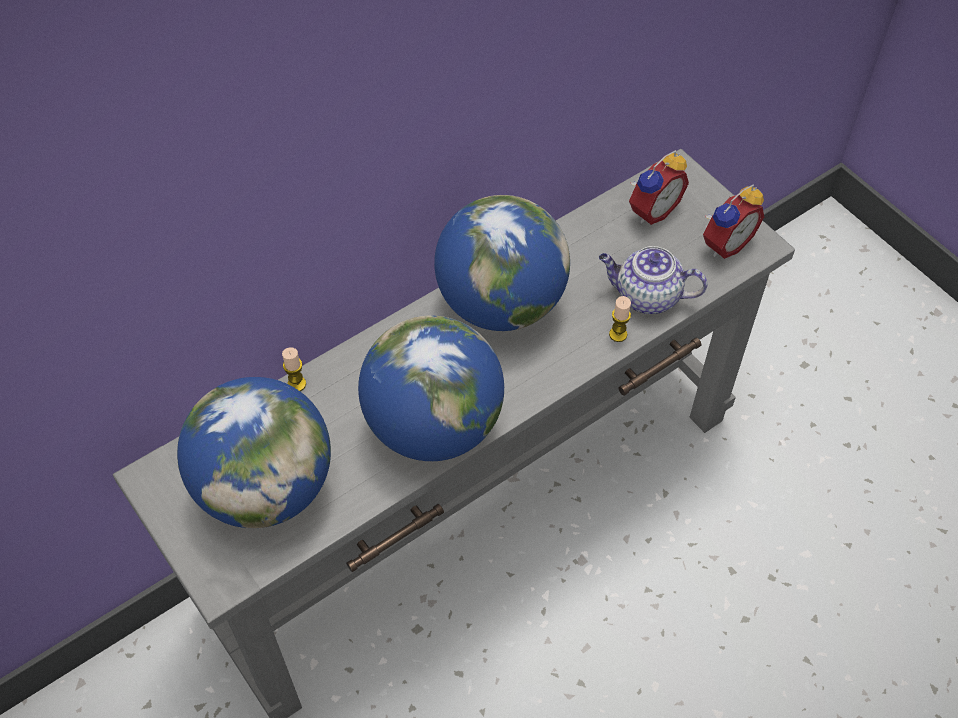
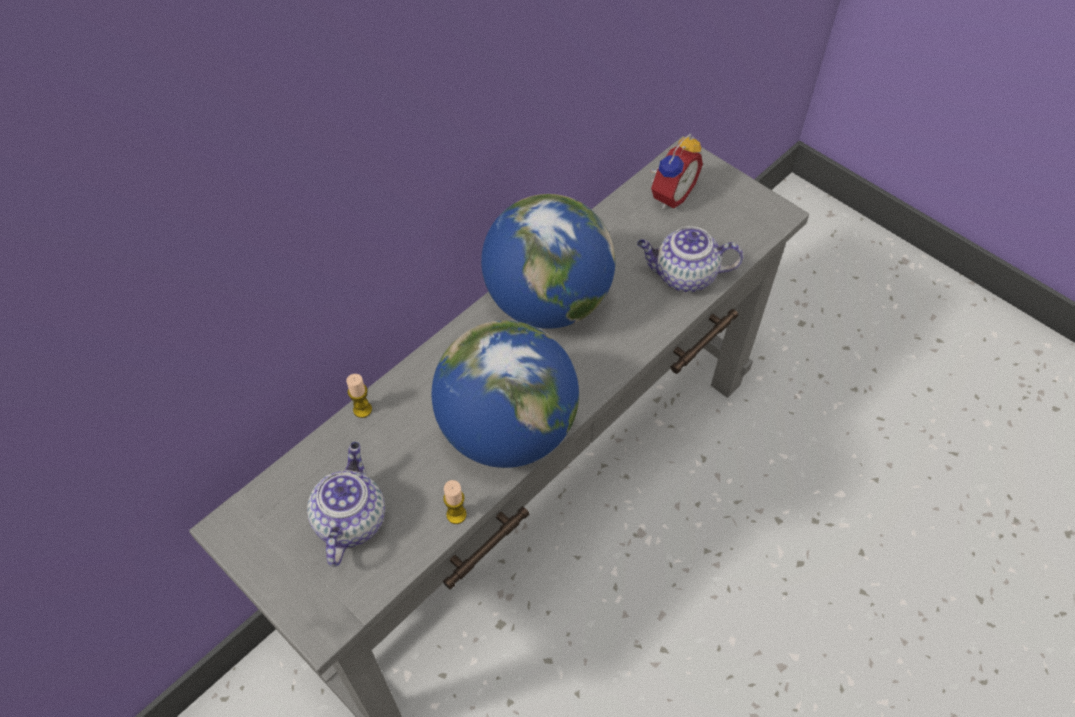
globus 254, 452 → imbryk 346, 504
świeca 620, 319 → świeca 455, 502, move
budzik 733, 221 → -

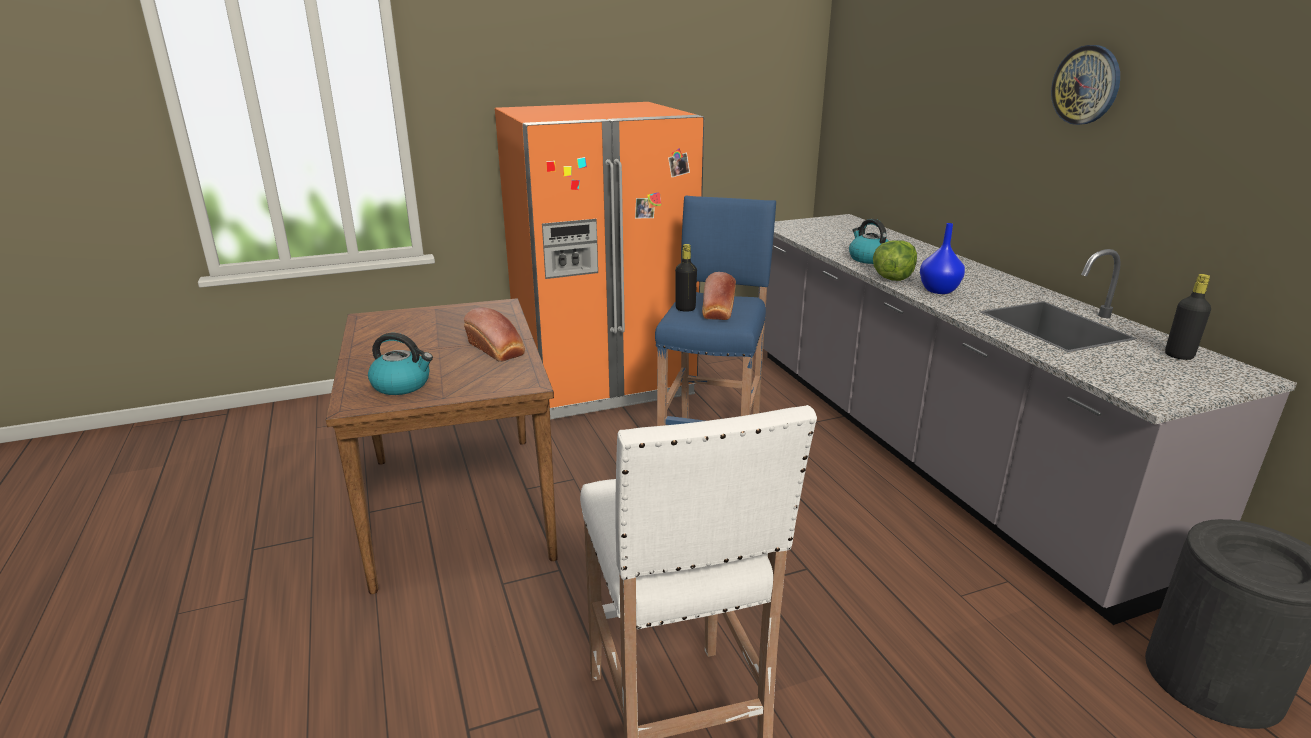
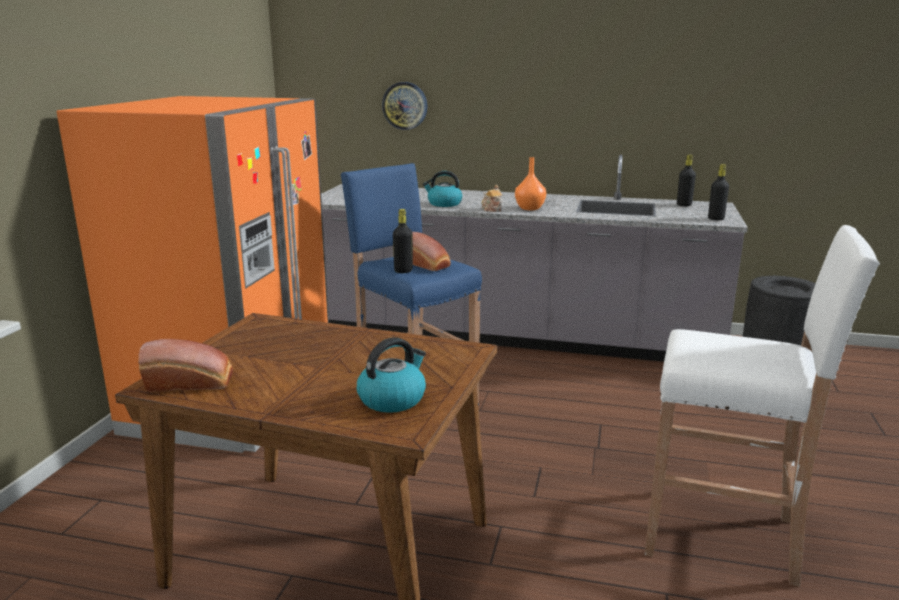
chleb 494, 334 → chleb 185, 365, move
sałata 895, 260 → imbryk 491, 198
wazon (niebieski) 942, 258 → wazon (pomarańczowy) 530, 183
zegar ścienny 1085, 85 → zegar ścienny 404, 106, move
- → butelka (czarny) 718, 192

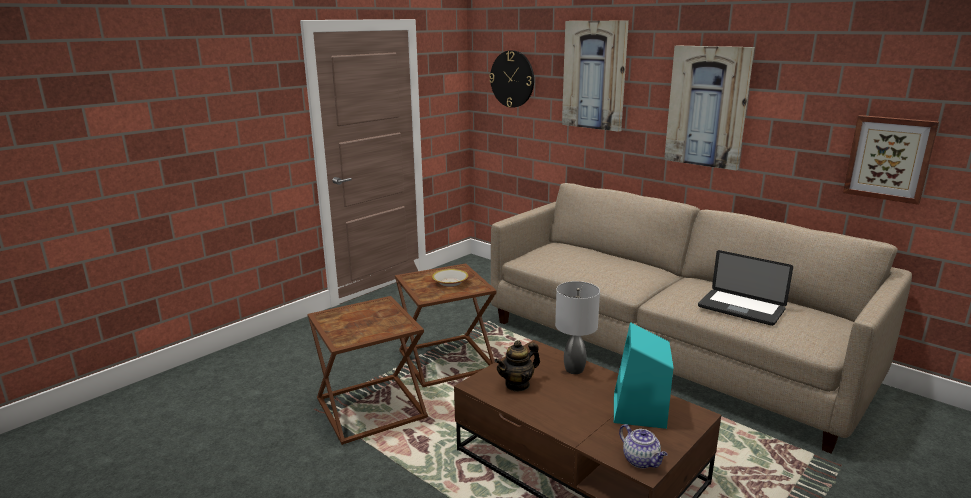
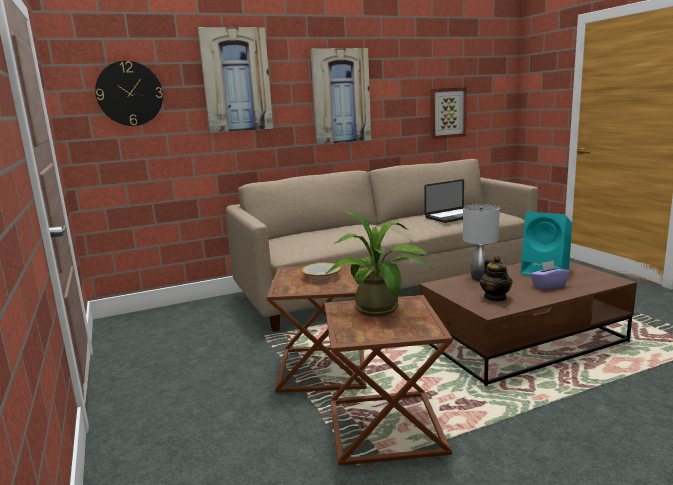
imbryk 643, 446 → -
- → roślina doniczkowa 378, 263
- → pudełko chusteczek (fioletowy) 549, 275

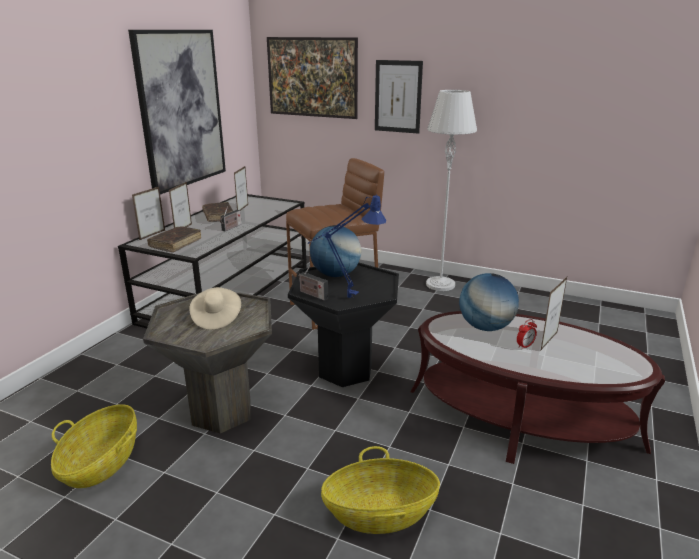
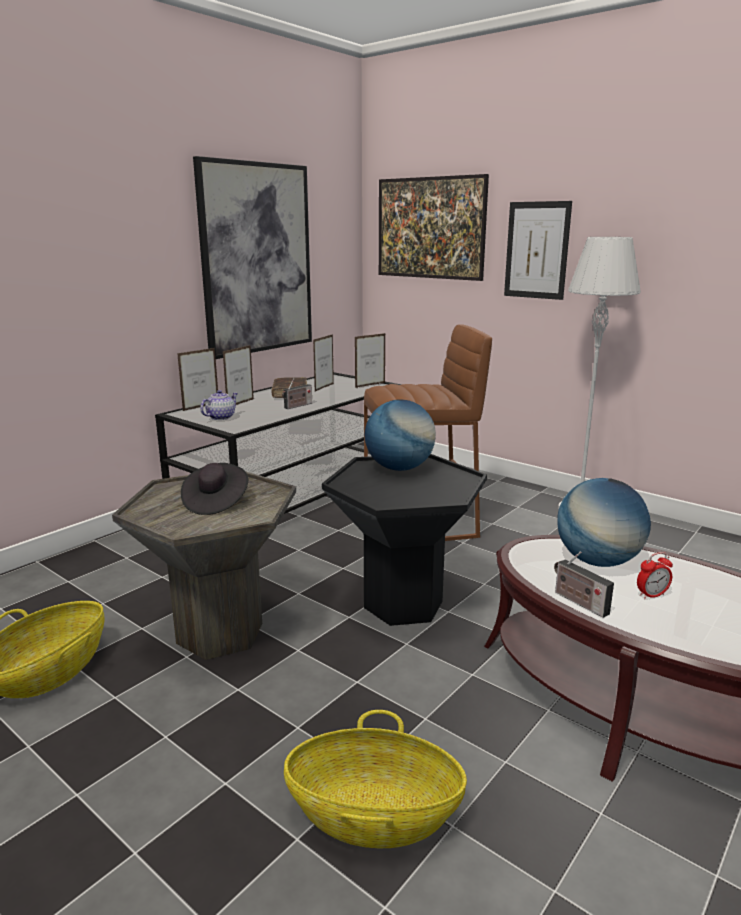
książka (brązowy) 174, 239 → imbryk 219, 405
kapelusz (beżowy) 215, 308 → kapelusz (czarny) 214, 489
radio 313, 283 → radio 584, 584, move
lampa stołowa (niebieski) 347, 246 → -
ramka na zdjęcie 554, 313 → ramka na zdjęcie 370, 360, move

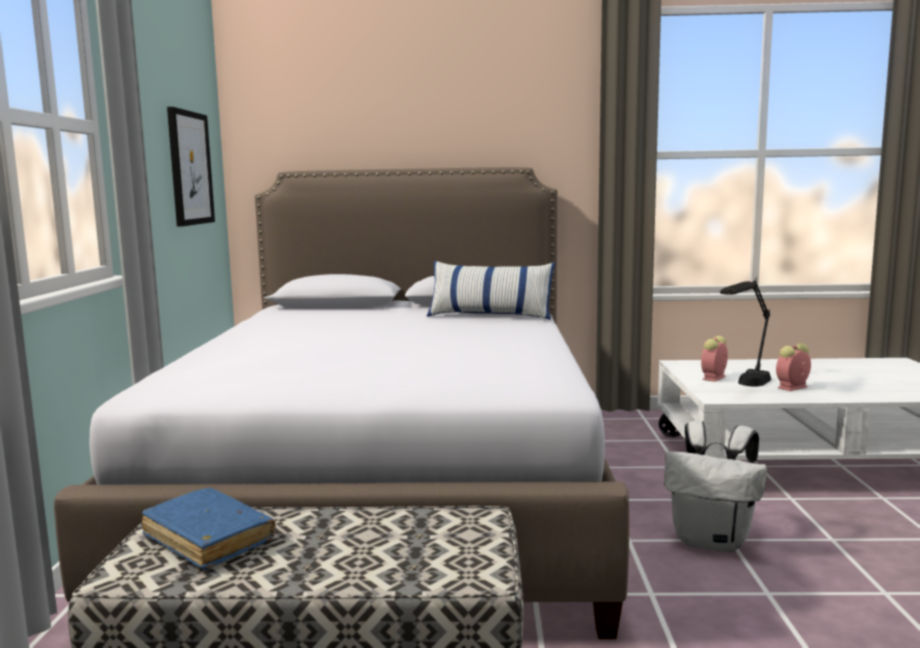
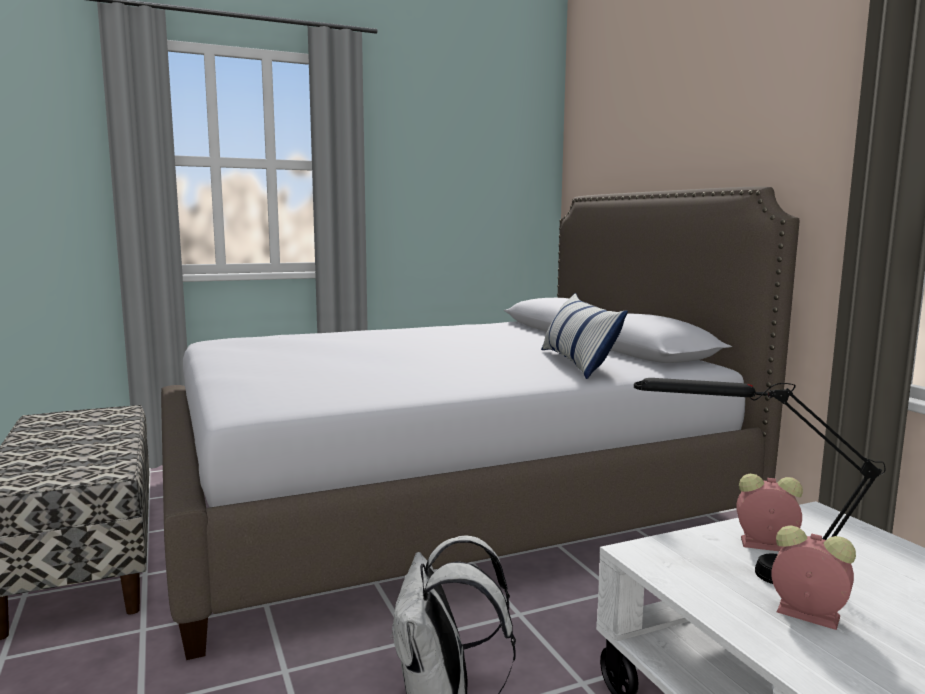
książka (niebieski) 209, 528 → -
obraz 191, 167 → -

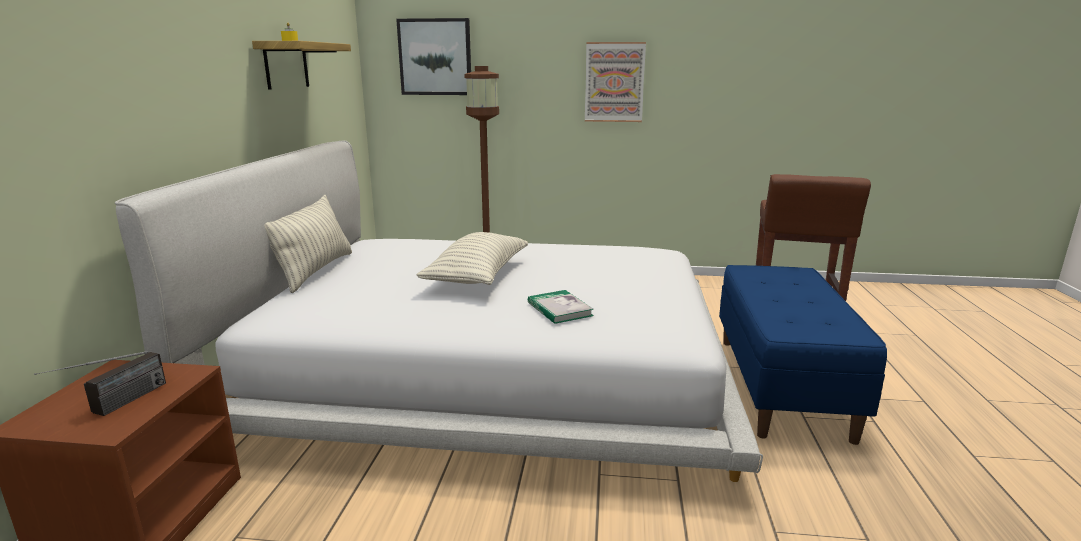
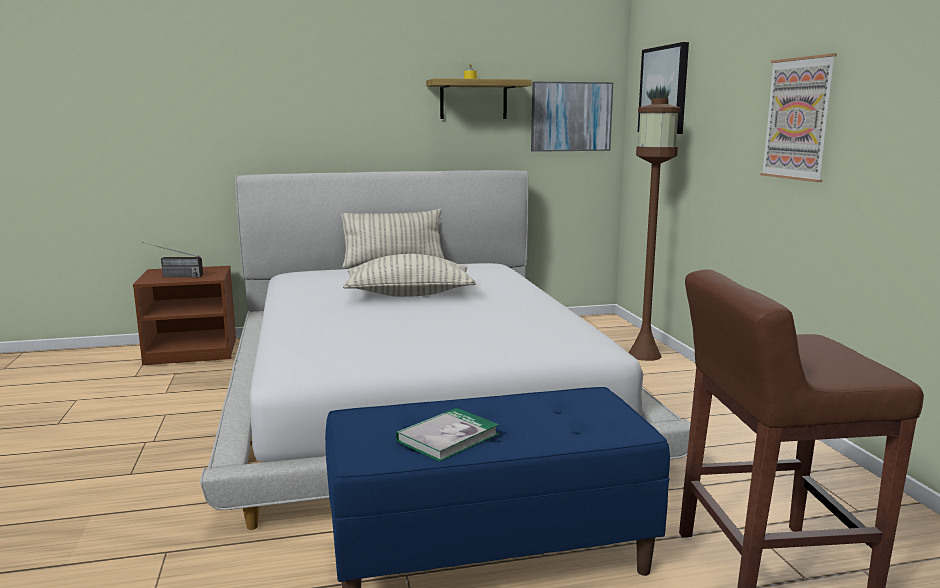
książka 561, 307 → książka 447, 435, move
- → obraz 572, 117

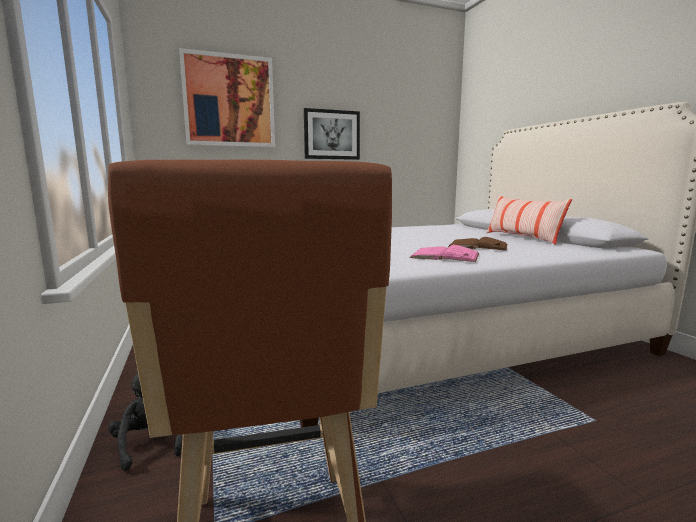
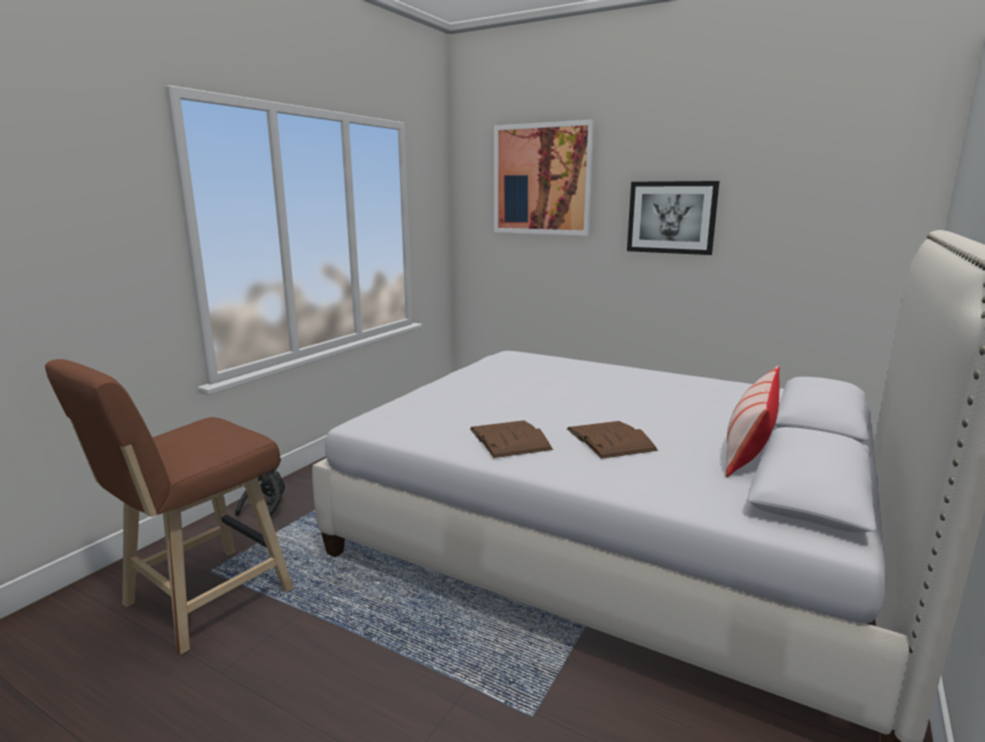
książka (różowy) 444, 253 → książka (brązowy) 511, 439

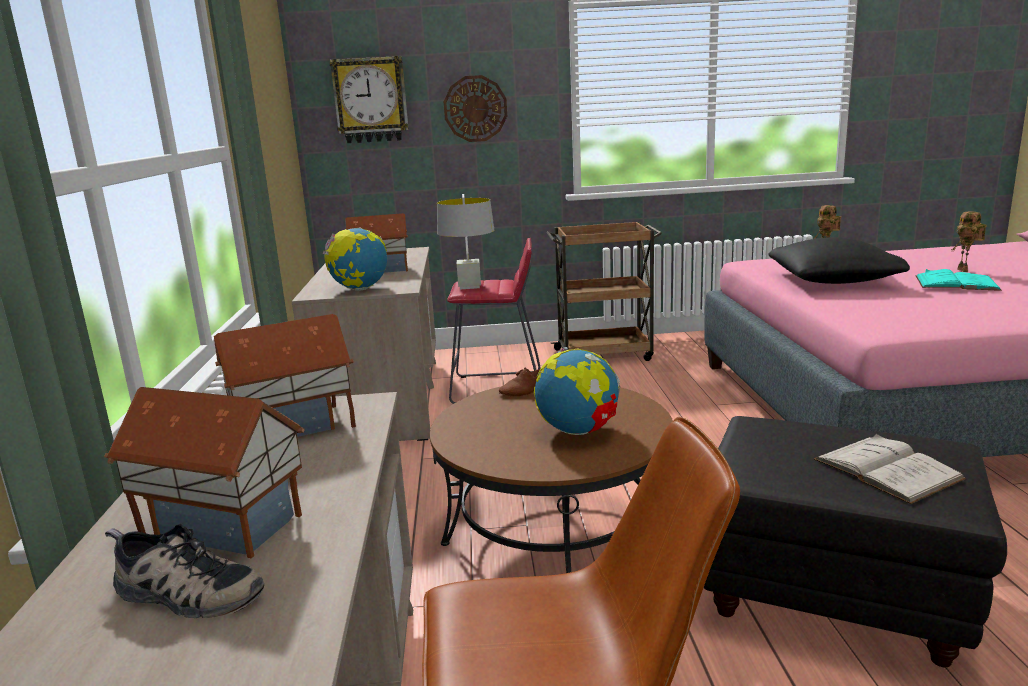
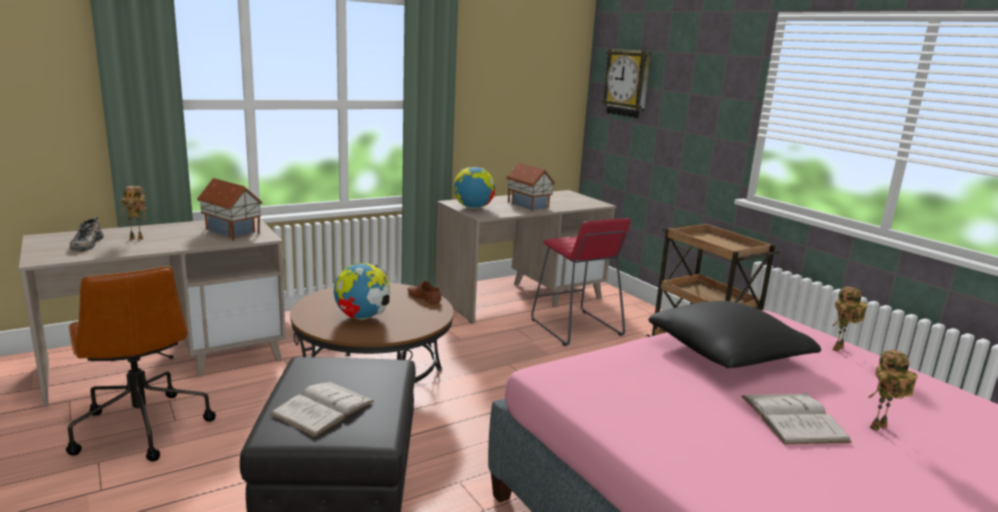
domek 204, 473 → robot zabawkowy 133, 213
lampa stołowa (szary) 465, 242 → -
zegar ścienny 475, 108 → -
książka (turkusowy) 959, 280 → książka (biały) 796, 418

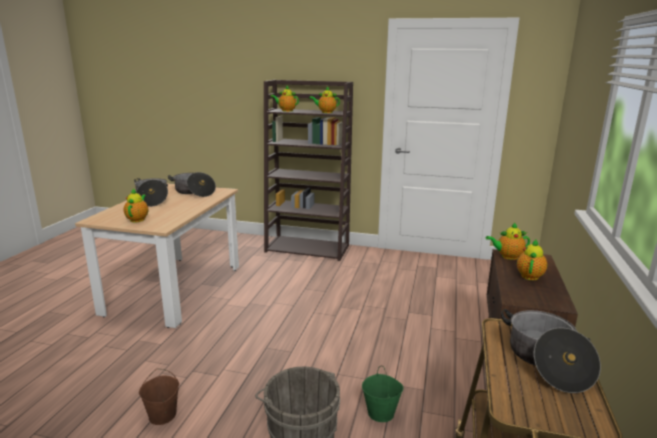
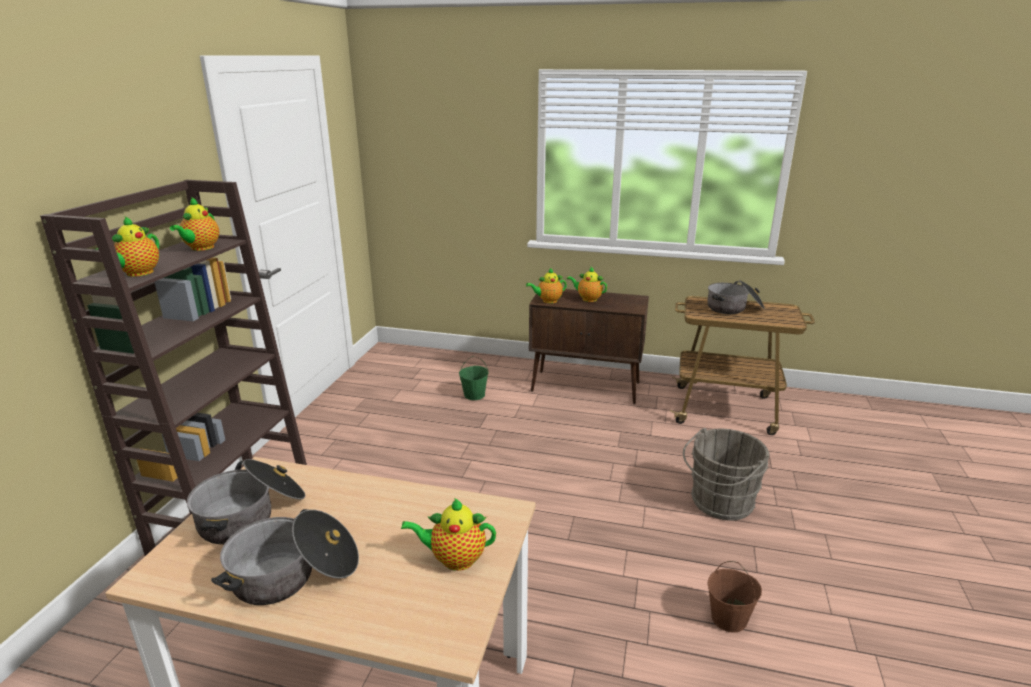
wiadro (zielony) 382, 394 → wiadro (zielony) 474, 378, move
imbryk 508, 241 → imbryk 546, 285, 75 degrees clockwise

